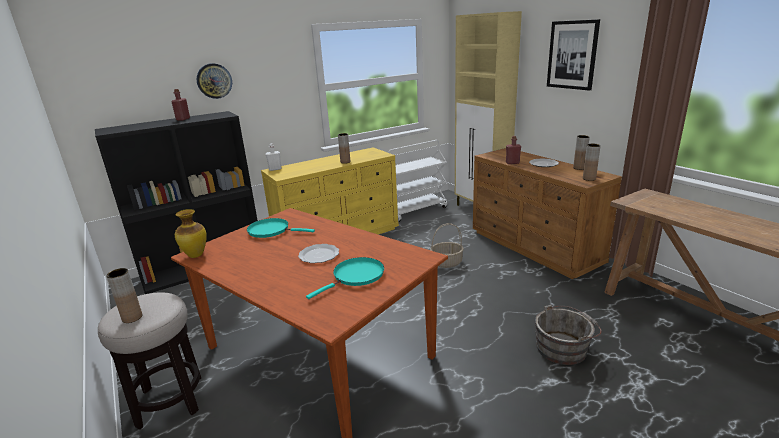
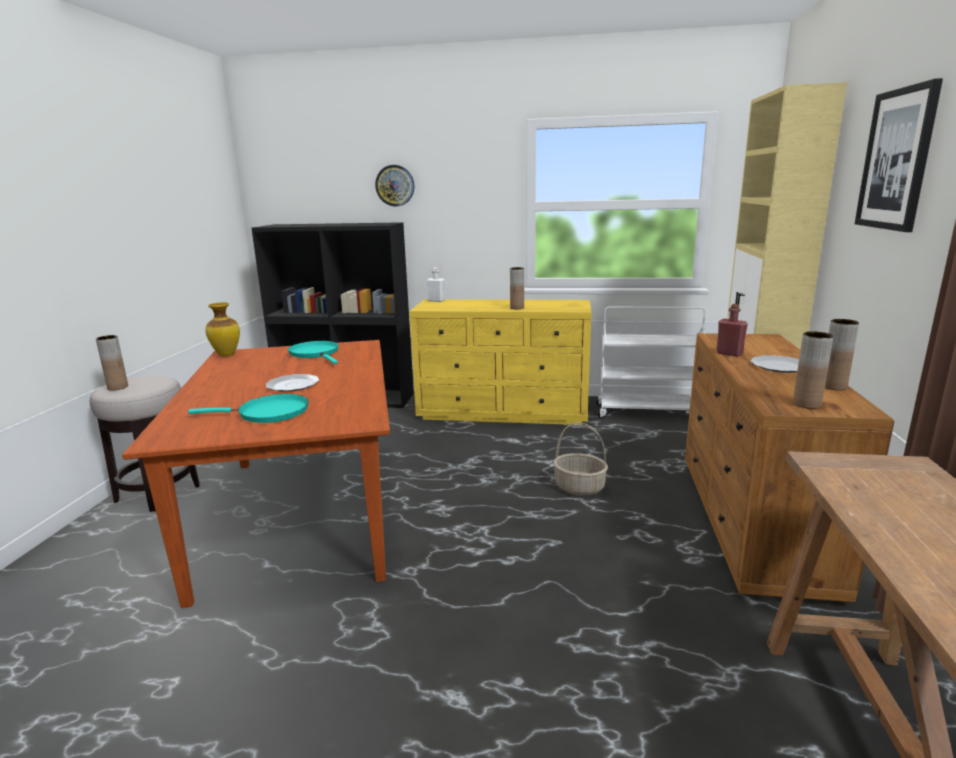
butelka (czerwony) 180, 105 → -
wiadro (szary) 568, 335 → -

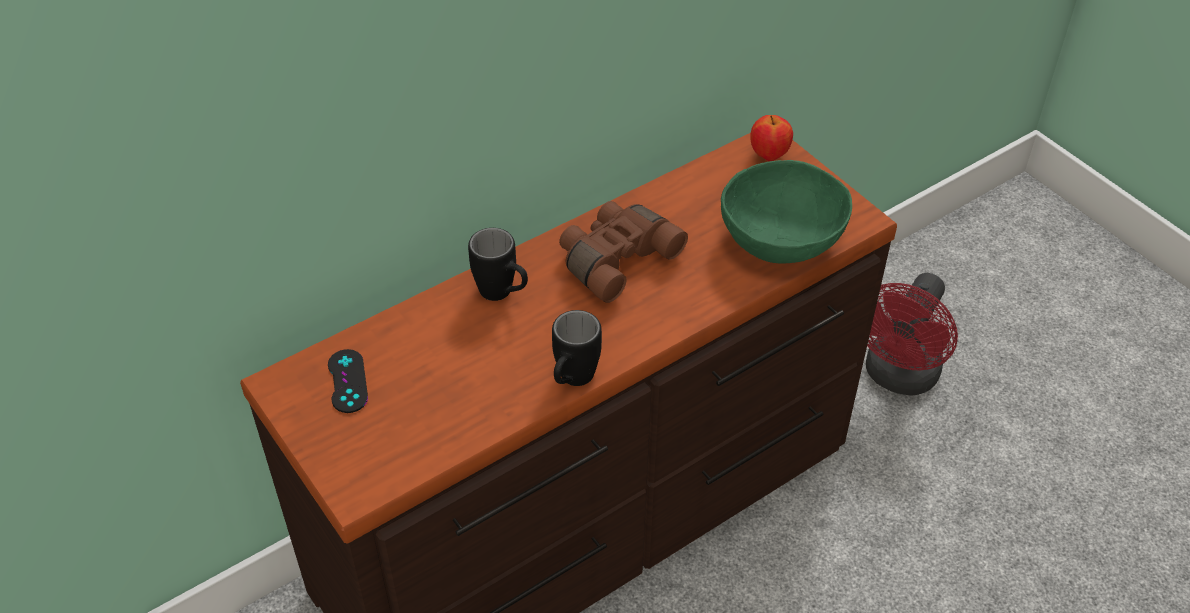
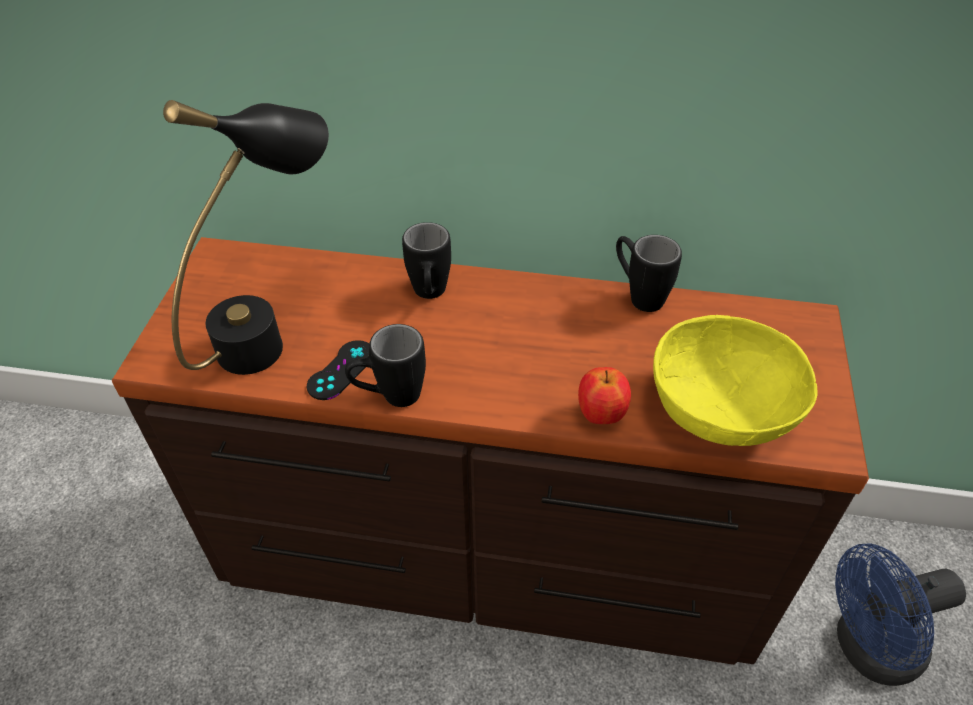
pad do gier (czarny) 348, 381 → pad do gier (czarny) 338, 370, move
lornetka (brązowy) 623, 252 → -
miska (zielony) 786, 212 → miska (żółty) 735, 380
jabłko 771, 138 → jabłko 604, 395, move
wentylator (czerwony) 912, 334 → wentylator (niebieski) 900, 615
- → lampa stołowa (czarny) 246, 237
- → kubek (czarny) 649, 273

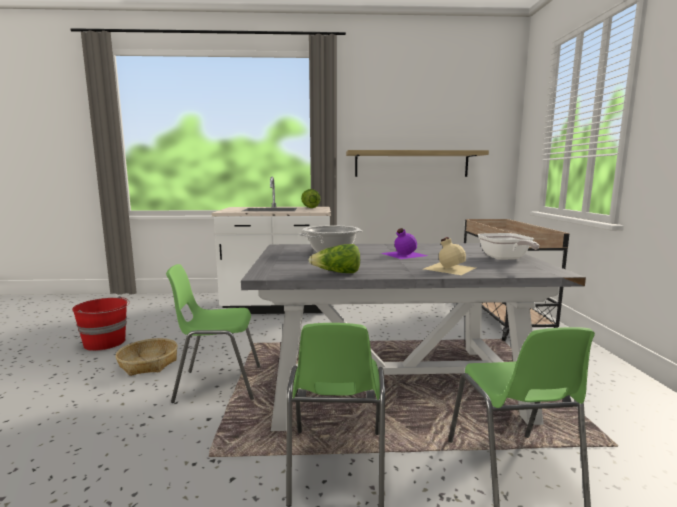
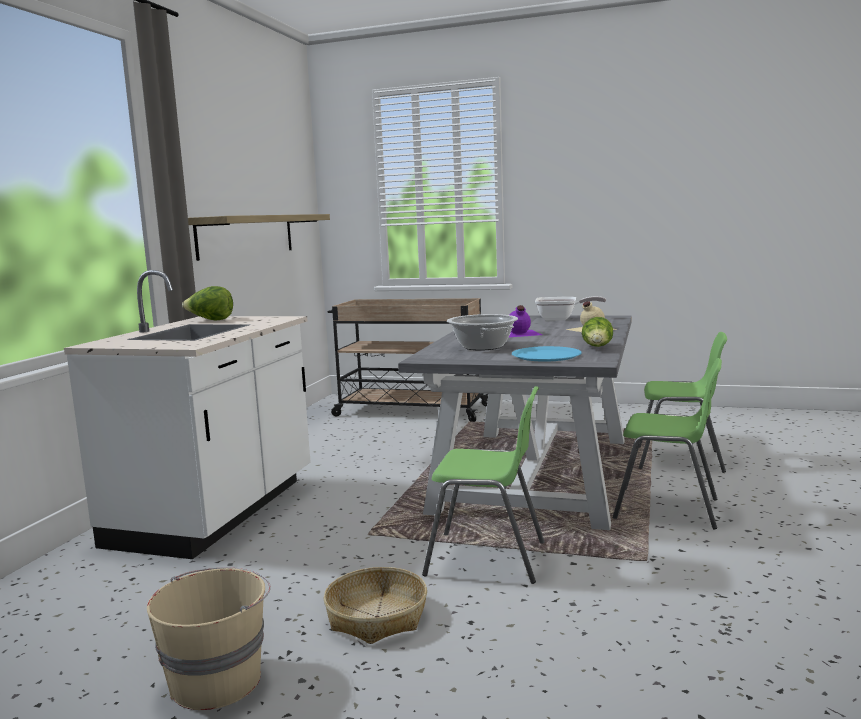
wiadro (czerwony) 101, 323 → wiadro (beżowy) 209, 638
krzesło (zielony) 213, 333 → krzesło (zielony) 483, 485, 90 degrees counterclockwise
- → talerz (niebieski) 547, 354

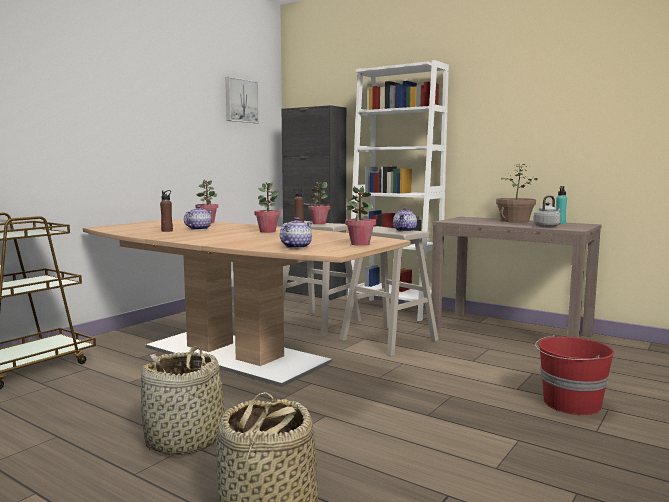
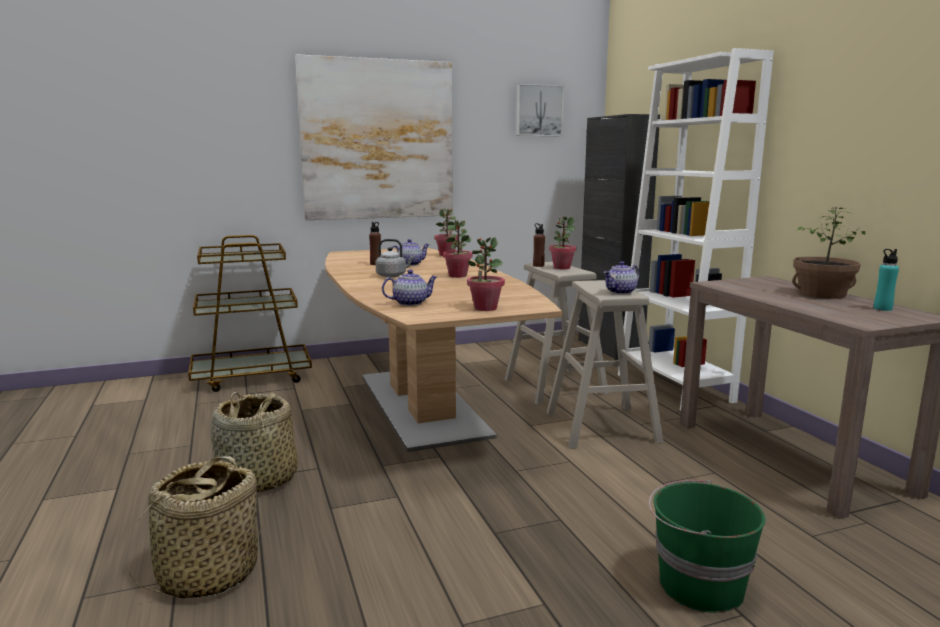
czajnik (szary) 547, 211 → czajnik (szary) 394, 258, move
wiadro (czerwony) 574, 375 → wiadro (zielony) 707, 546
- → obraz 374, 137

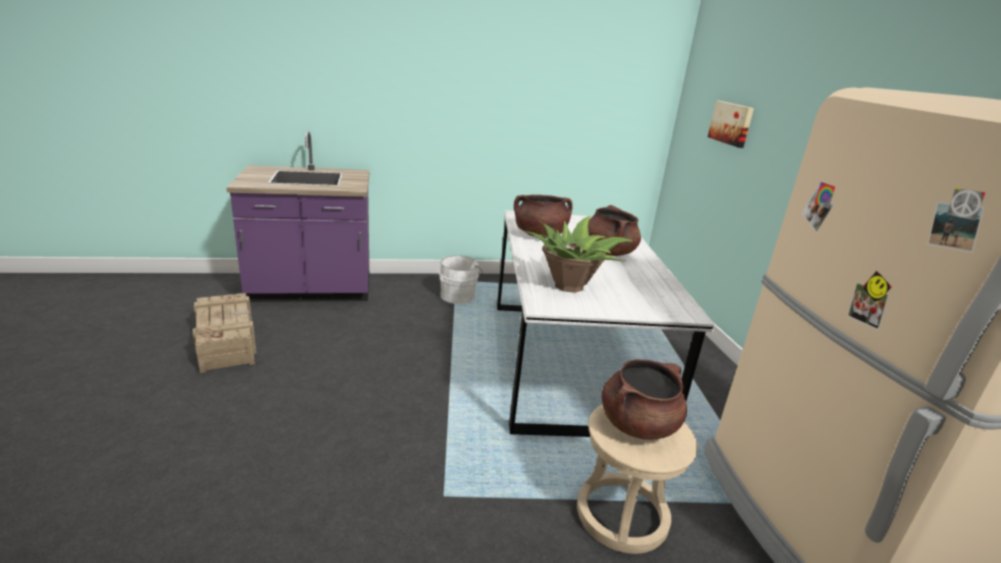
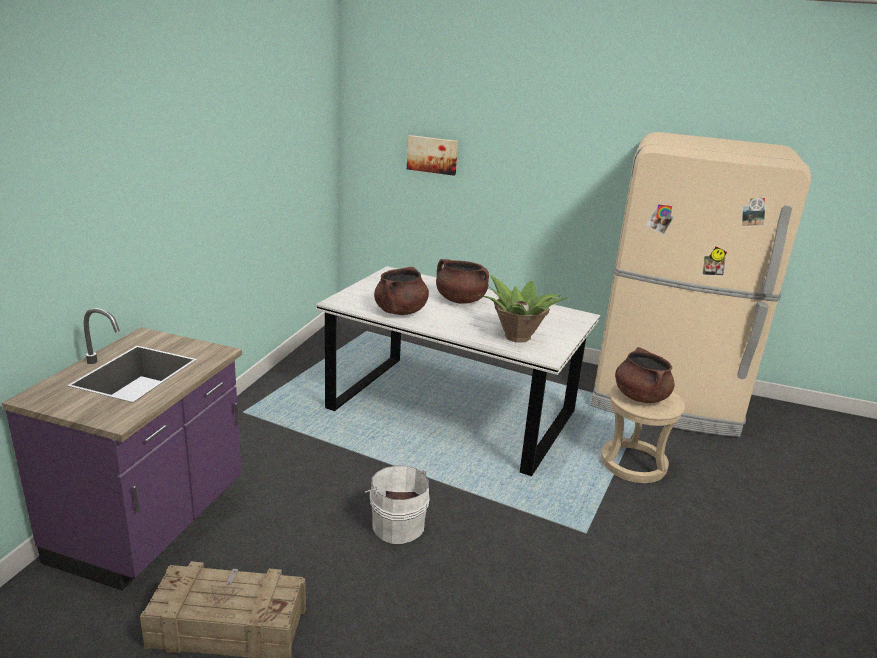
wiadro (biały) 461, 280 → wiadro (biały) 397, 505, move

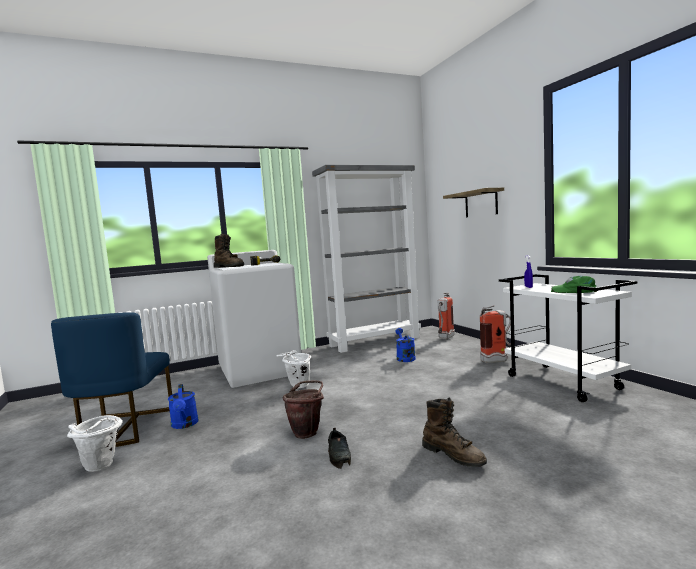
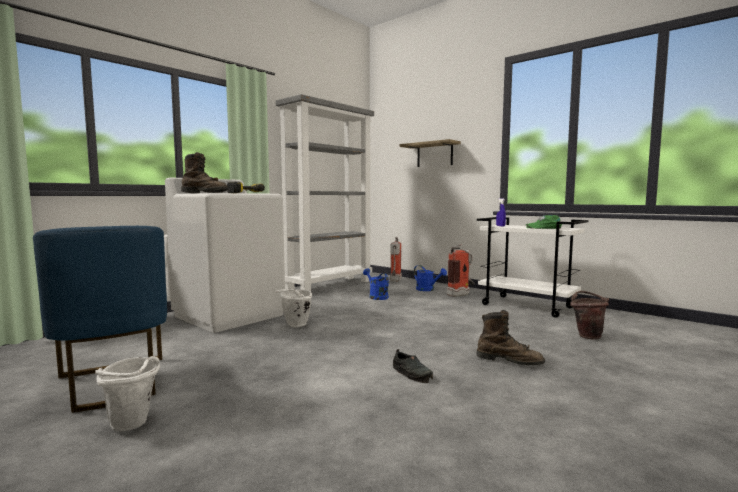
konewka (niebieski) 183, 406 → konewka (niebieski) 430, 278, move
wiadro (brązowy) 303, 409 → wiadro (brązowy) 589, 315, move

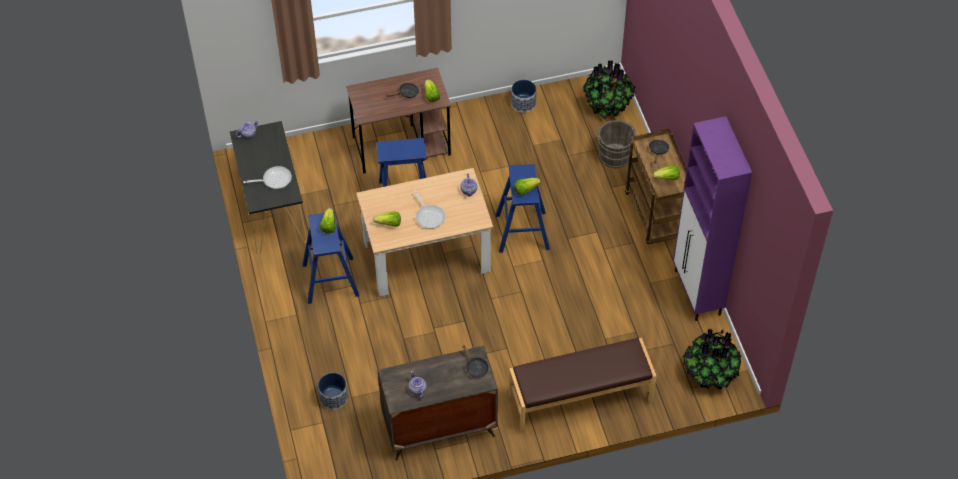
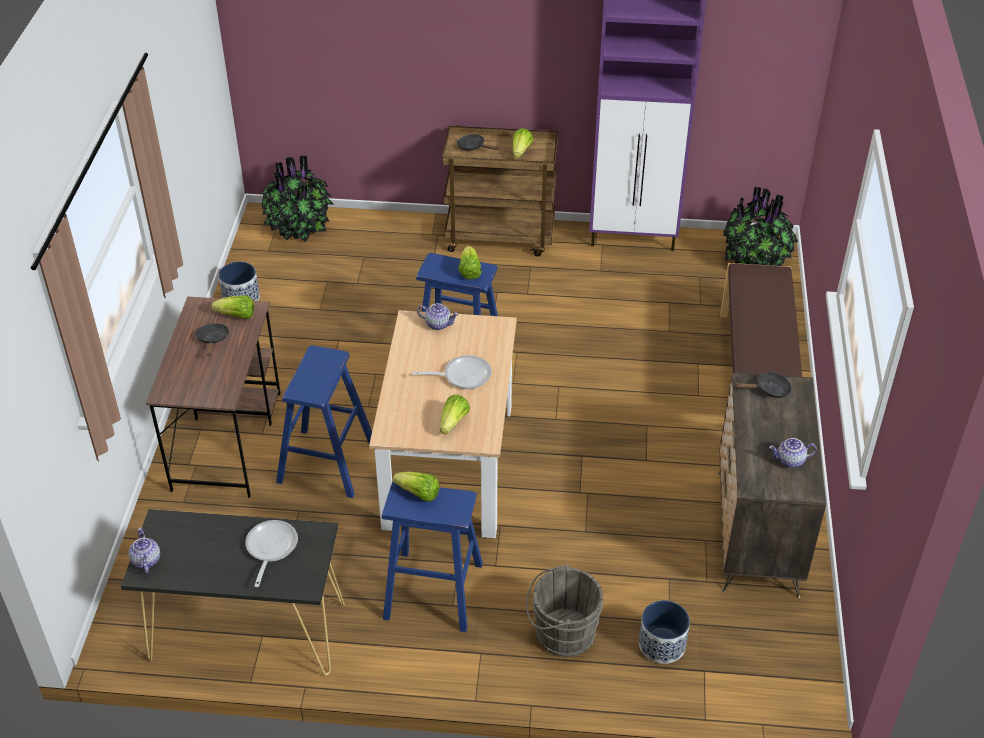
wiadro (szary) 615, 144 → wiadro (szary) 564, 611, move

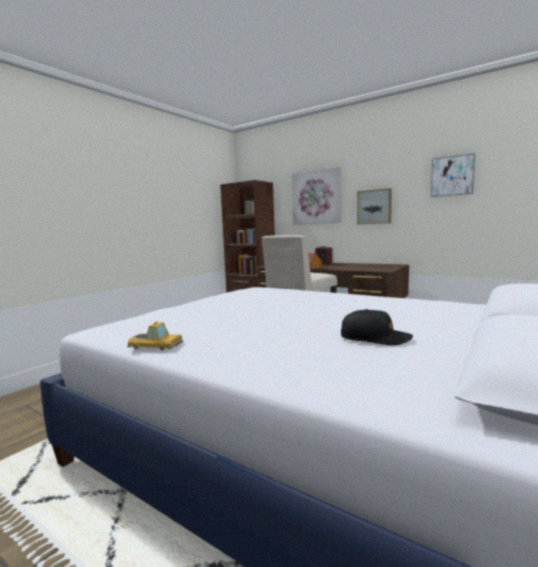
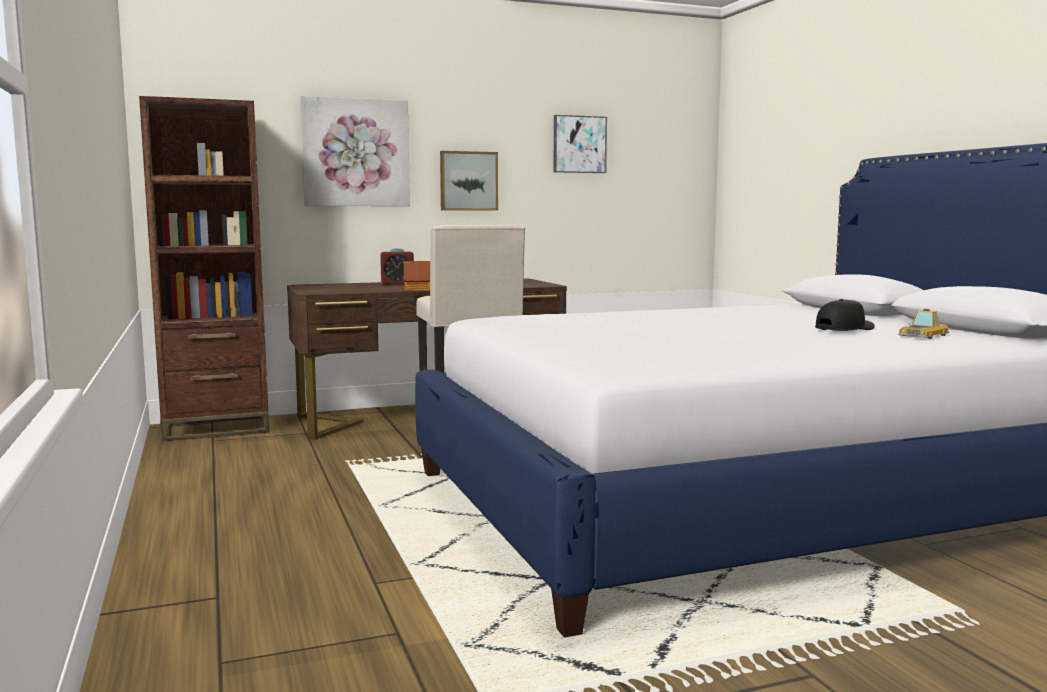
samochodzik 155, 336 → samochodzik 923, 323, move

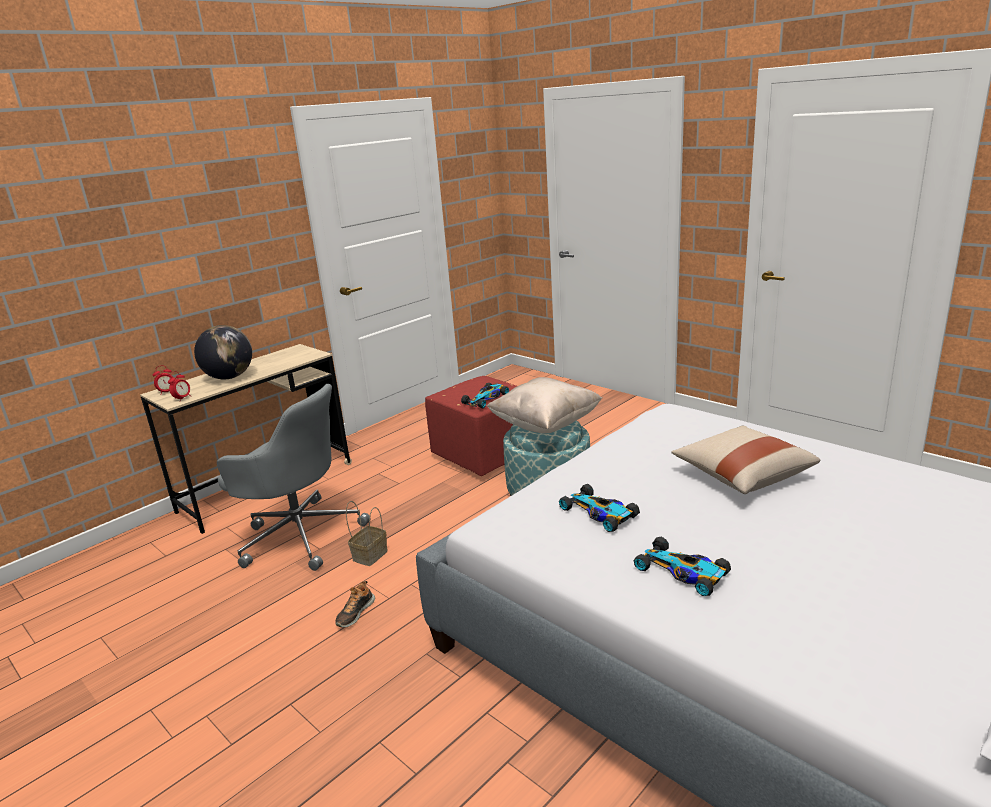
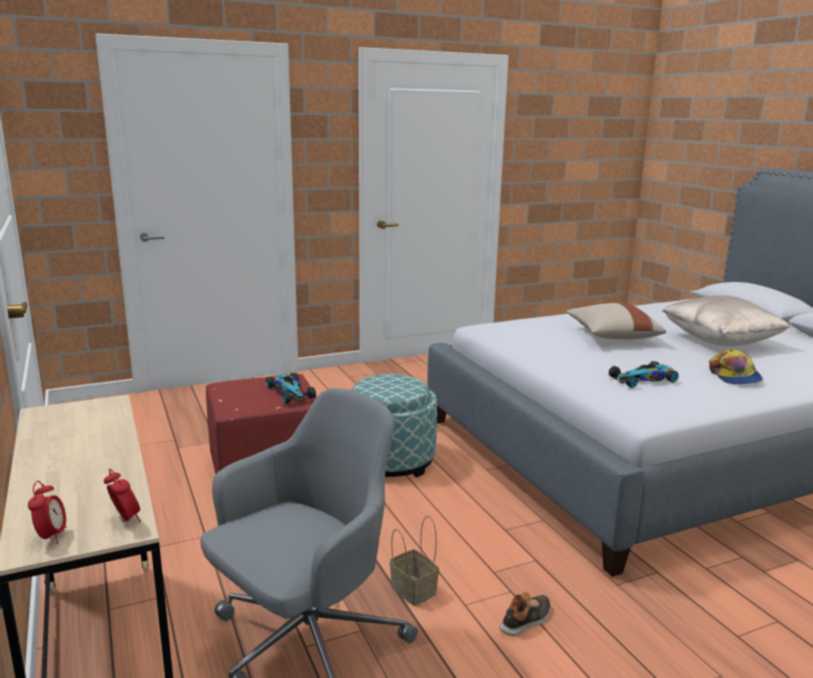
globus 223, 352 → -
but 355, 604 → but 524, 614, 90 degrees counterclockwise
poduszka (beżowy) 545, 405 → poduszka (beżowy) 725, 320, move
samochodzik 682, 566 → czapka z daszkiem 736, 366

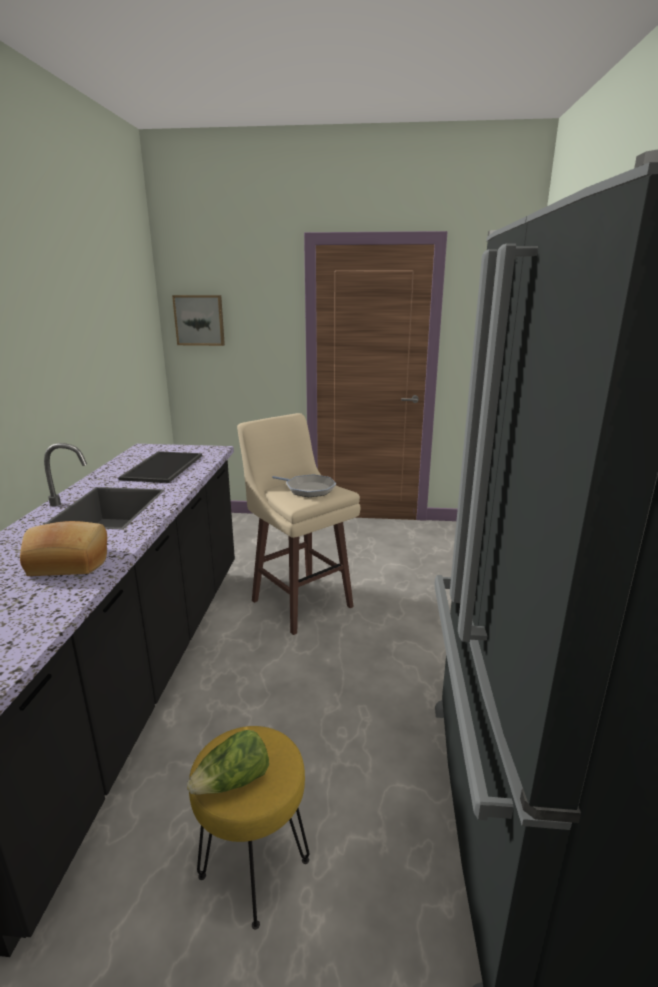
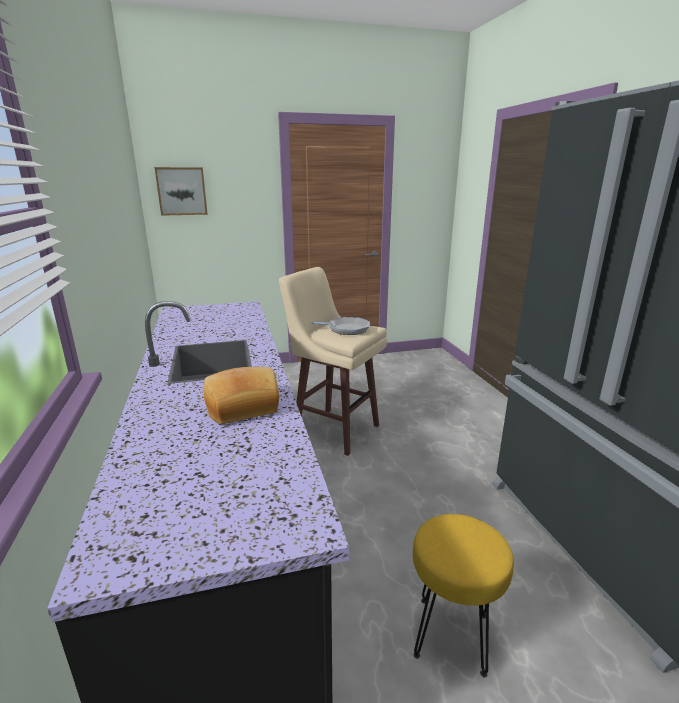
taca 160, 467 → -
sałata 228, 762 → -

